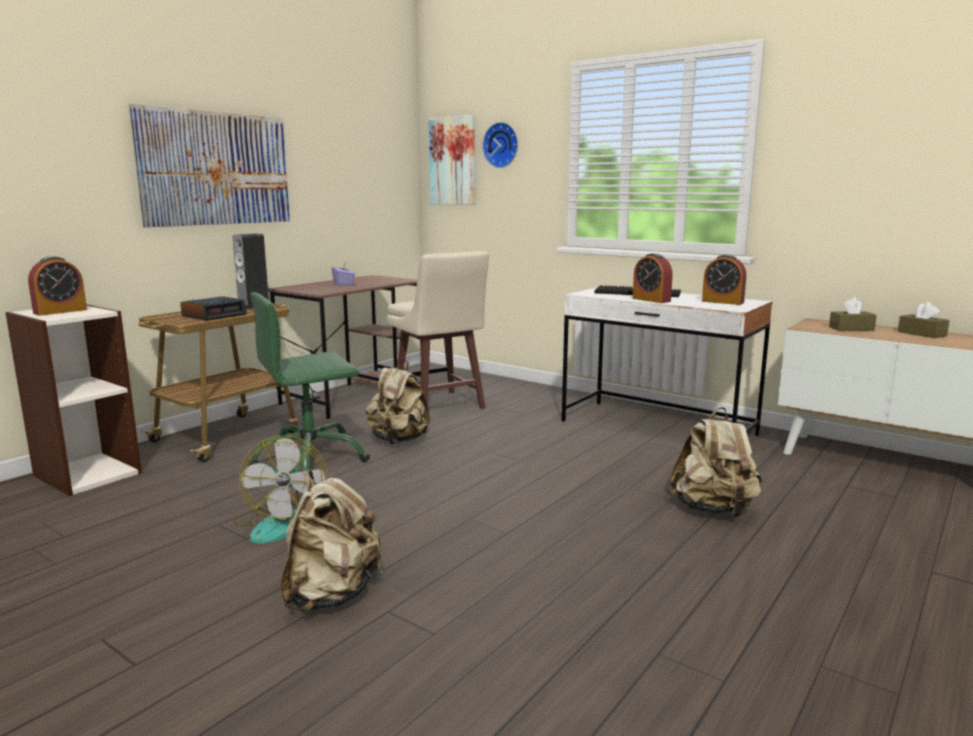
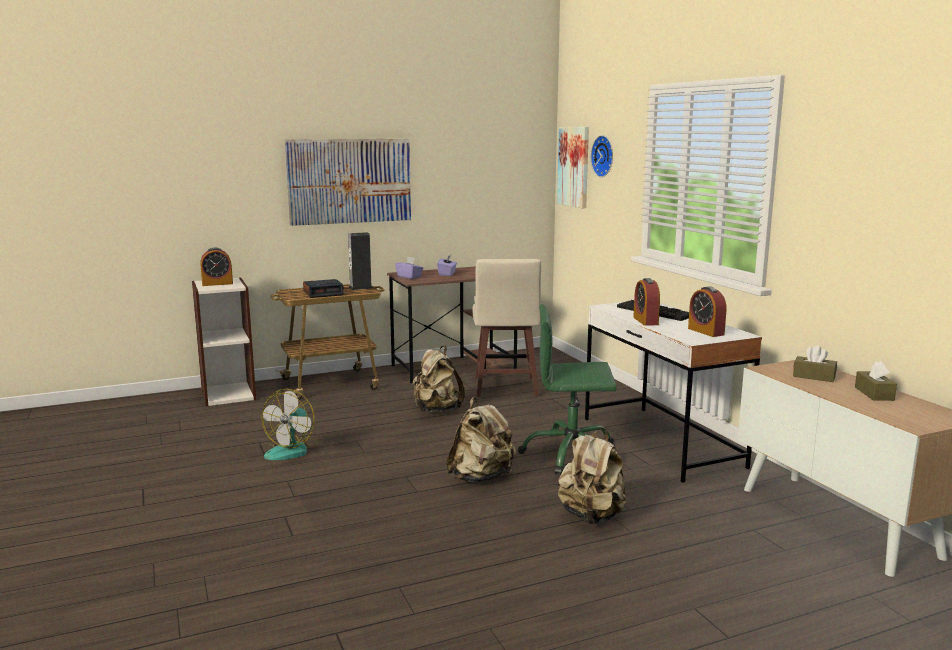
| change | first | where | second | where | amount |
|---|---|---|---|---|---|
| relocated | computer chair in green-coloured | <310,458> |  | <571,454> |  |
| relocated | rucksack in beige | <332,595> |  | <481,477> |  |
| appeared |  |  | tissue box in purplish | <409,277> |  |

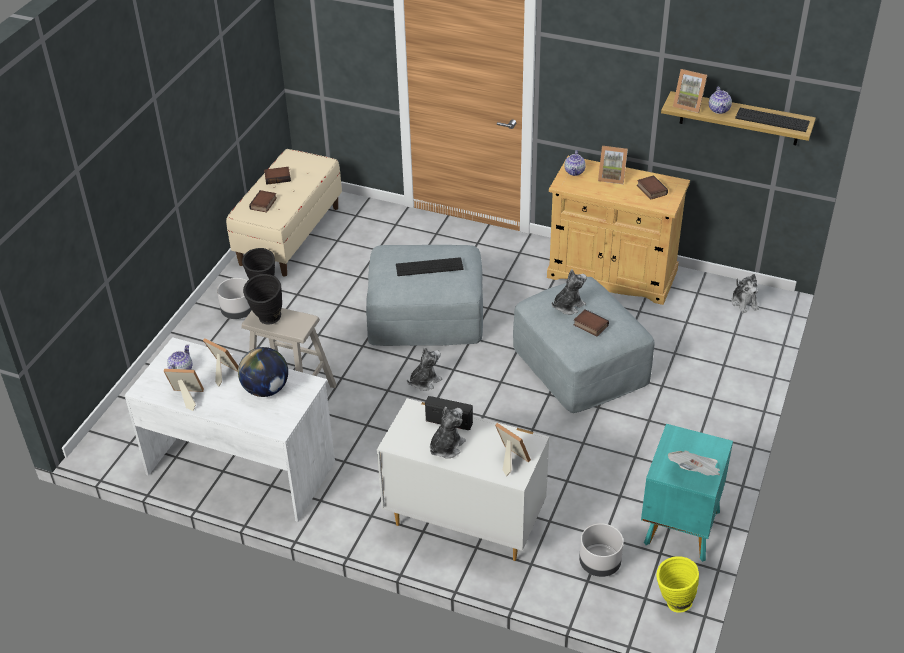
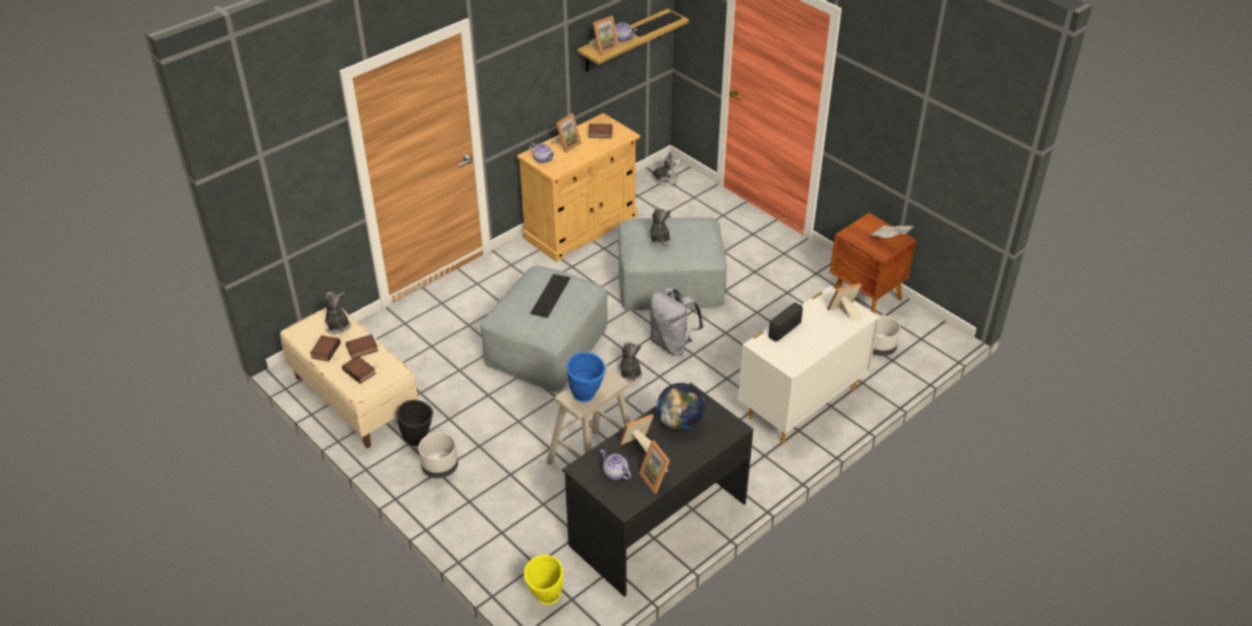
| change | first | where | second | where | amount |
|---|---|---|---|---|---|
| colour | desk table in white | <241,467> | desk table in black-coloured | <657,523> |  |
| spun | photo frame | <186,398> |  | <657,479> | 60 degrees counterclockwise |
| colour | decorative vase in black-coloured | <267,320> | decorative vase in bluish | <587,397> |  |
| relocated | cuddly toy | <446,447> |  | <337,326> |  |
| relocated | book | <589,325> |  | <362,349> |  |
| colour | nightstand in turquoise-coloured | <680,528> | nightstand in brown | <866,298> |  |
| relocated | decorative vase in yellowish | <672,603> |  | <545,599> |  |
| appeared |  |  | rucksack in gray | <672,344> |  |

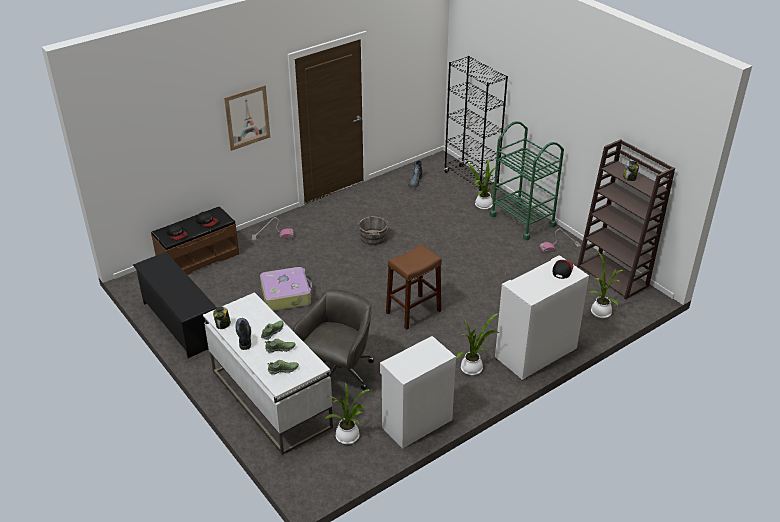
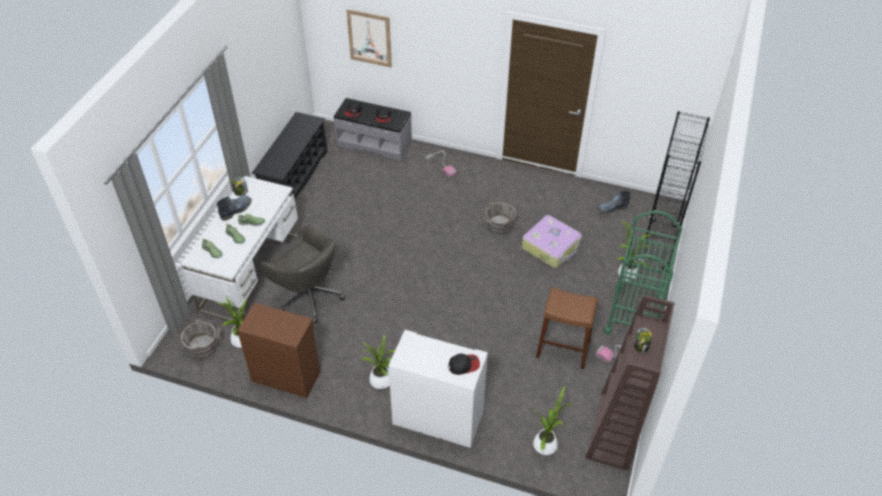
| change | first | where | second | where | amount |
|---|---|---|---|---|---|
| colour | bench in brown | <198,259> | bench in gray | <374,143> |  |
| relocated | picture | <247,117> |  | <369,38> |  |
| relocated | travel case | <286,295> |  | <551,246> |  |
| spun | computer chair in gray | <338,373> |  | <308,296> | 45 degrees clockwise |
| colour | storage cabinet in white | <416,423> | storage cabinet in brown | <286,375> |  |
| relocated | sitting stool in brown | <413,312> |  | <563,349> |  |
| appeared |  |  | bucket in gray | <204,346> |  |

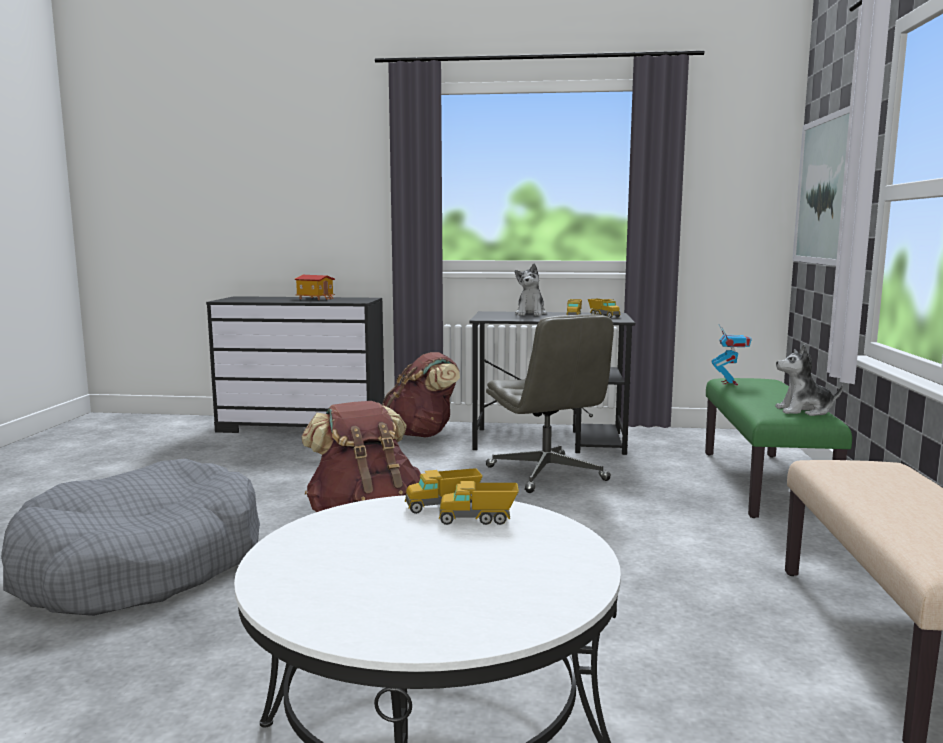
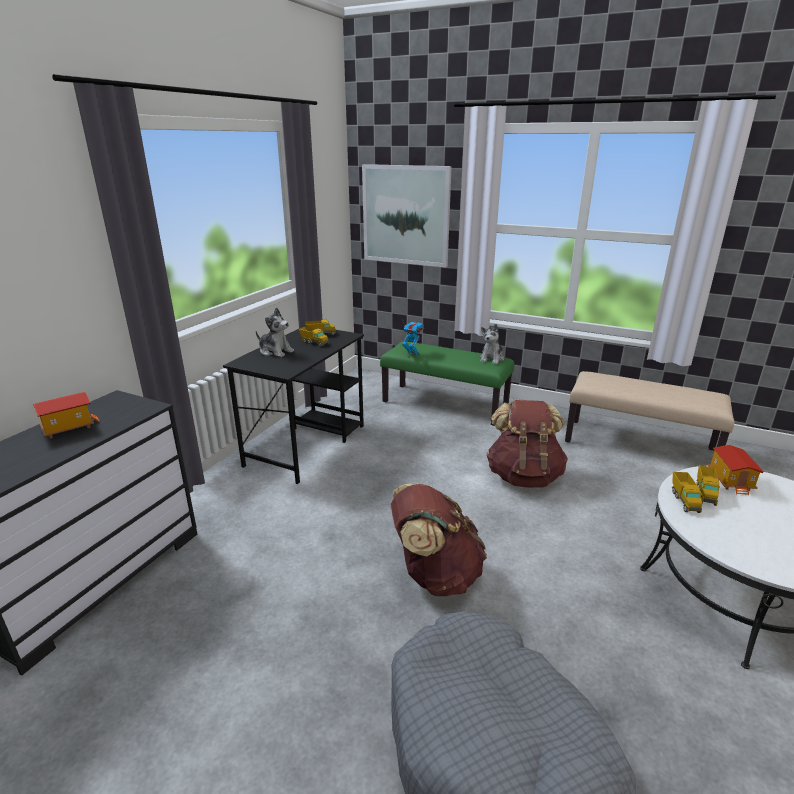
| change | first | where | second | where | amount |
|---|---|---|---|---|---|
| relocated | rucksack in brown | <422,434> |  | <523,476> |  |
| missing | computer chair in gray | <547,474> |  |  |  |
| appeared |  |  | miniature house | <731,481> |  |

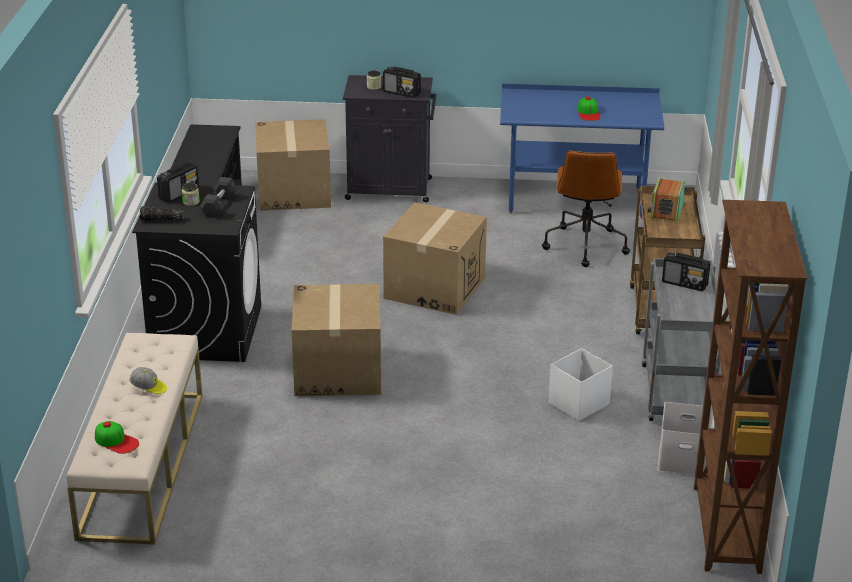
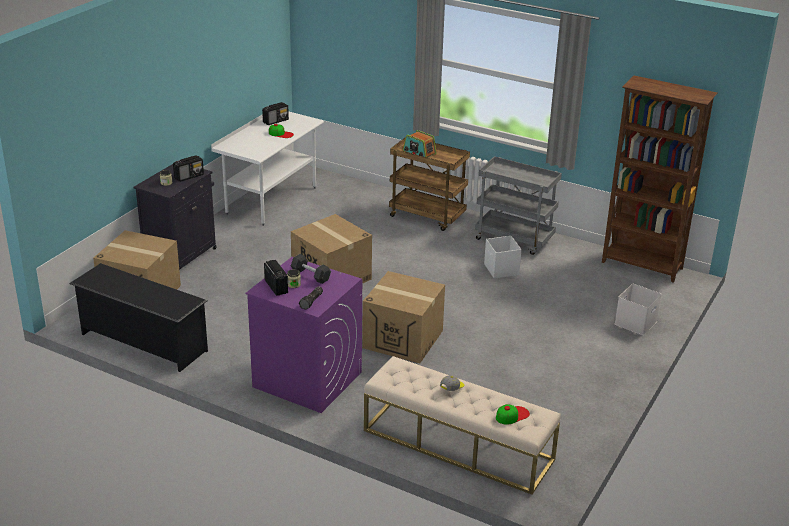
| change | first | where | second | where | amount |
|---|---|---|---|---|---|
| colour | laundry machine in black-coloured | <206,331> | laundry machine in purplish | <306,379> |  |
| colour | desk table in bluish | <575,201> | desk table in white | <271,200> |  |
| missing | computer chair in brown | <585,245> |  |  |  |
| relocated | storage bin in white | <682,459> |  | <636,323> |  |
| relocated | radio receiver | <685,283> |  | <276,121> |  |

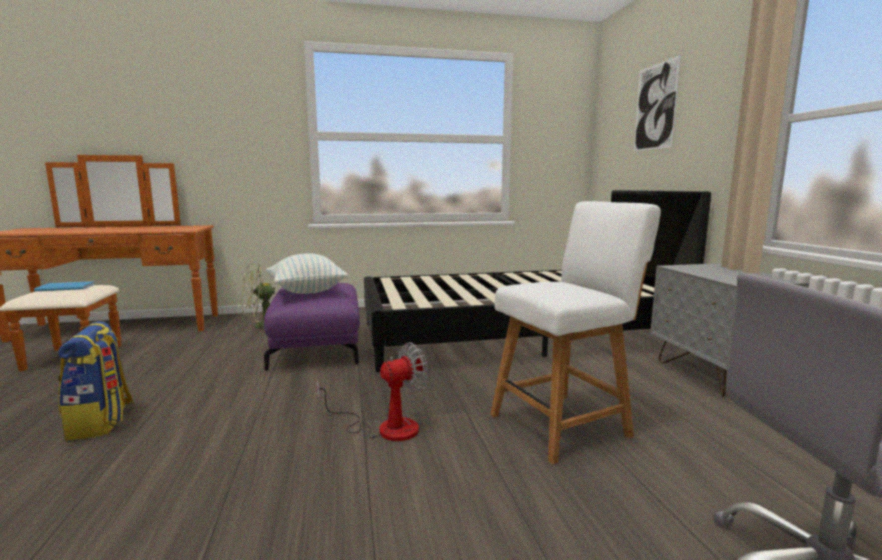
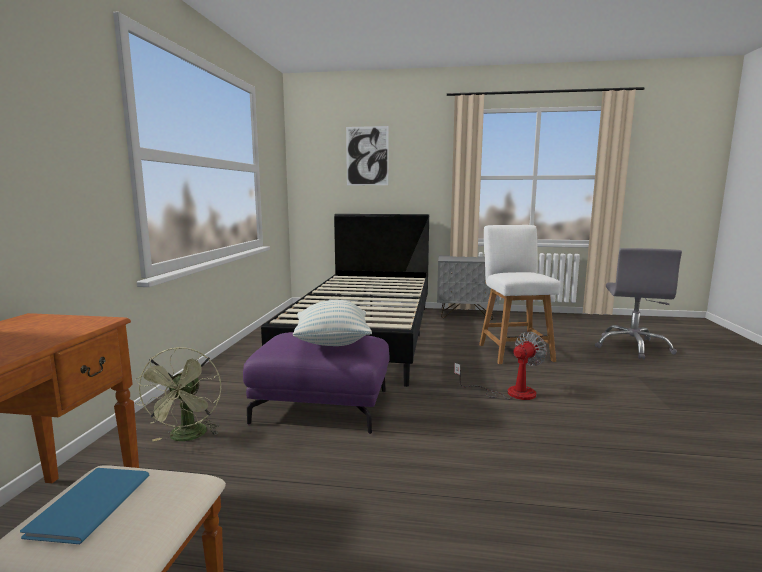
| change | first | where | second | where | amount |
|---|---|---|---|---|---|
| missing | rucksack | <101,422> |  |  |  |
| spun | electric fan | <385,427> |  | <510,393> | 60 degrees clockwise |

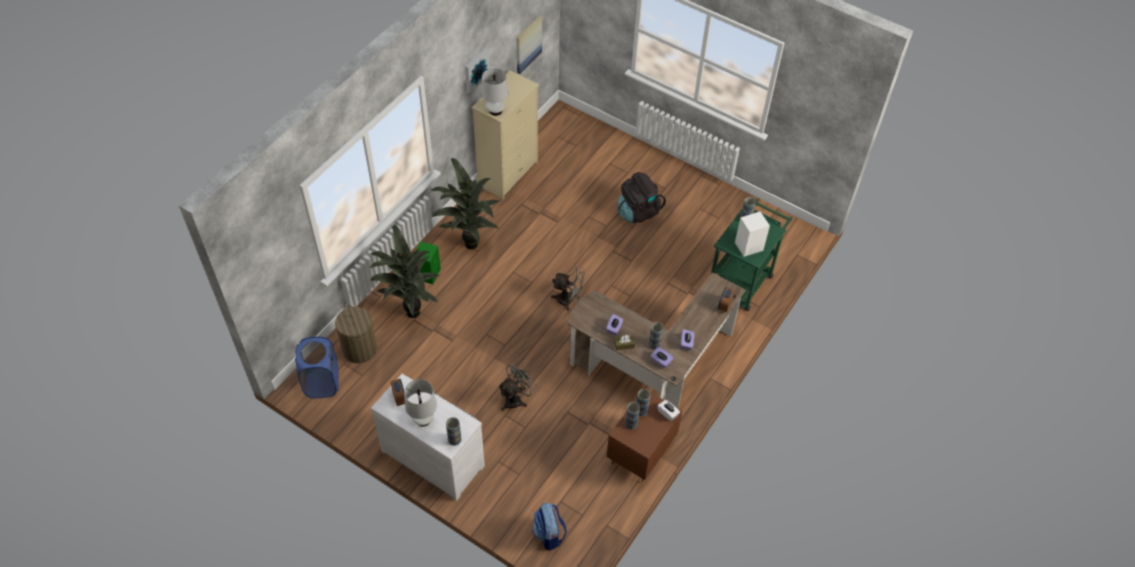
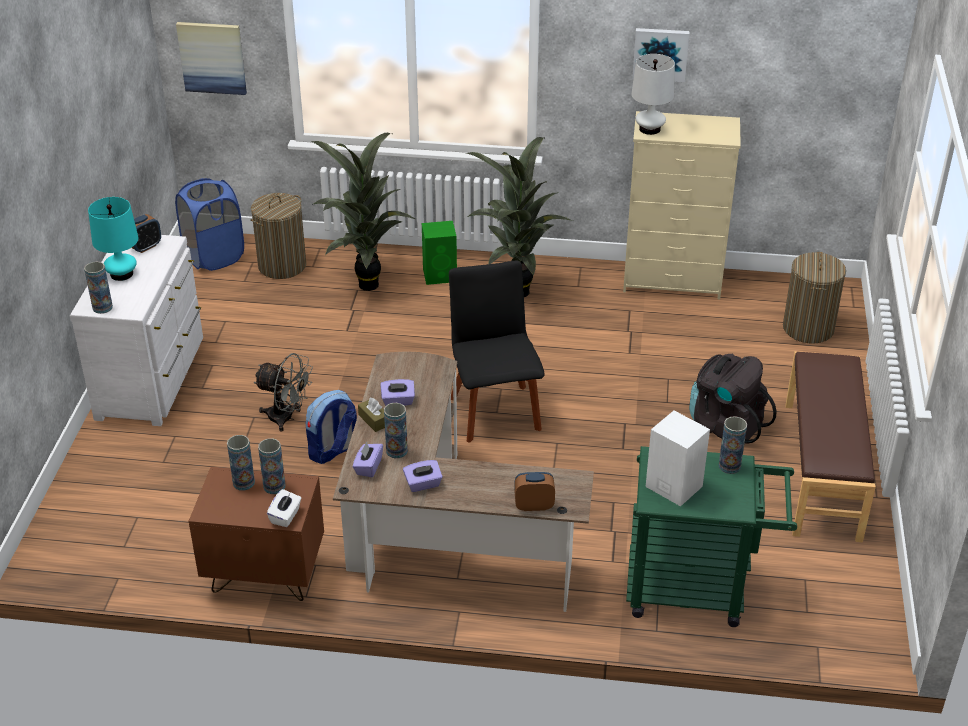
| change | first | where | second | where | amount |
|---|---|---|---|---|---|
| colour | table lamp in white | <423,419> | table lamp in turquoise-coloured | <121,274> |  |
| relocated | picture | <528,44> |  | <212,57> |  |
| relocated | rucksack | <549,534> |  | <333,451> |  |
| exchanged | electric fan in gray | <568,300> | plain chair in black-coloured | <494,410> |  |
| appeared |  |  | laundry basket | <808,328> |  |
| appeared |  |  | bench in brown | <823,470> |  |

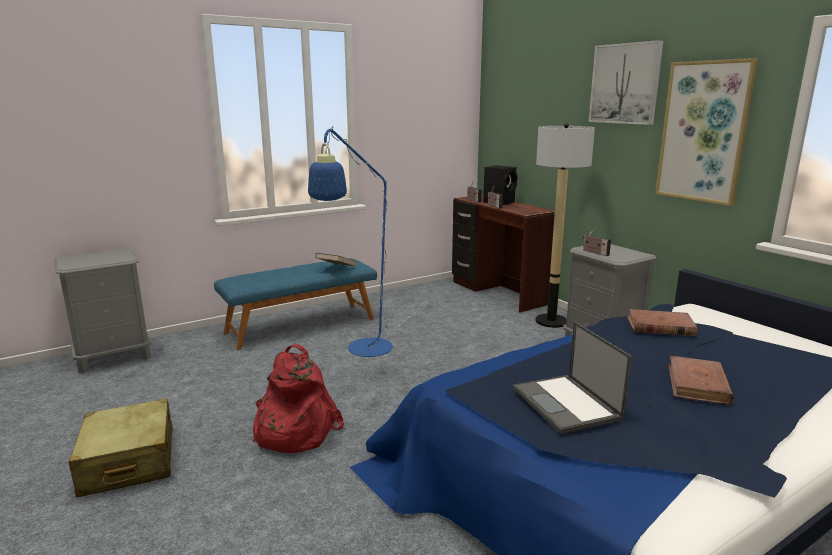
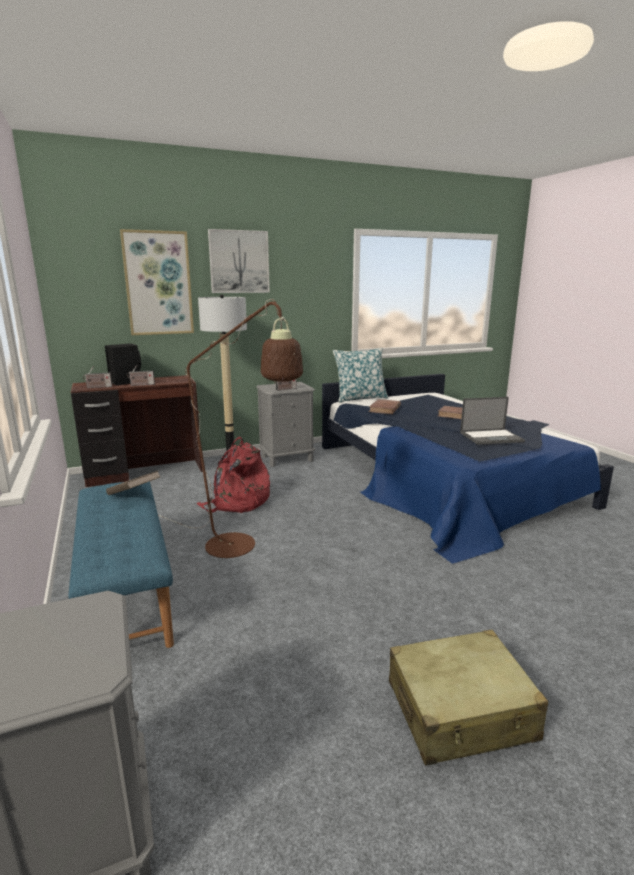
| change | first | where | second | where | amount |
|---|---|---|---|---|---|
| relocated | rucksack in reddish | <293,431> |  | <237,502> |  |
| colour | floor lamp in bluish | <364,352> | floor lamp in brown | <240,548> |  |
| relocated | picture | <703,132> |  | <158,283> |  |
| appeared |  |  | cushion | <360,398> |  |

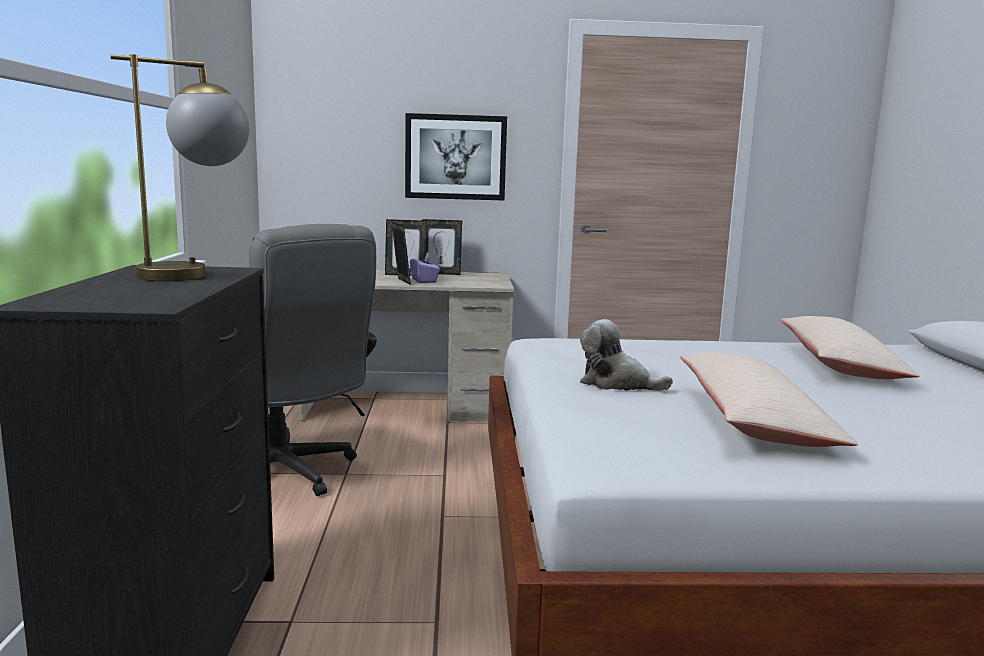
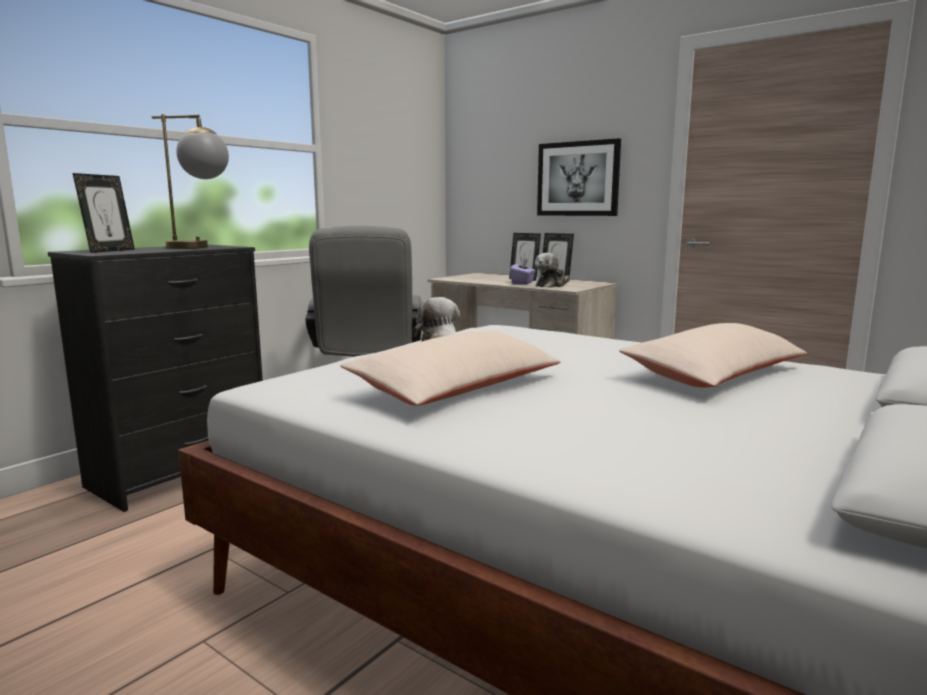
| change | first | where | second | where | amount |
|---|---|---|---|---|---|
| relocated | photo frame | <400,281> |  | <109,251> |  |
| appeared |  |  | cuddly toy | <551,285> |  |

